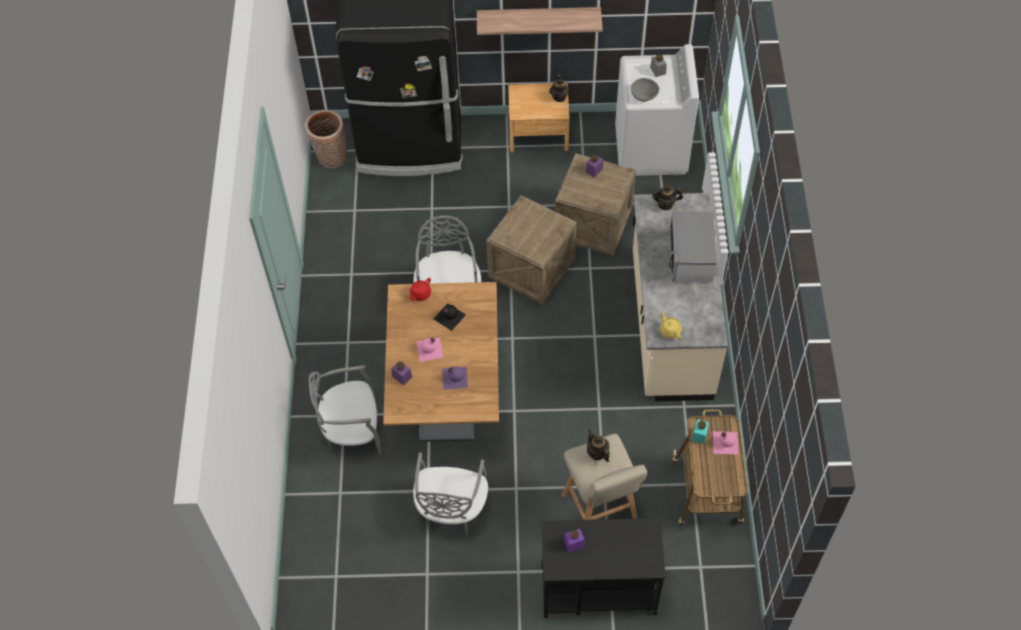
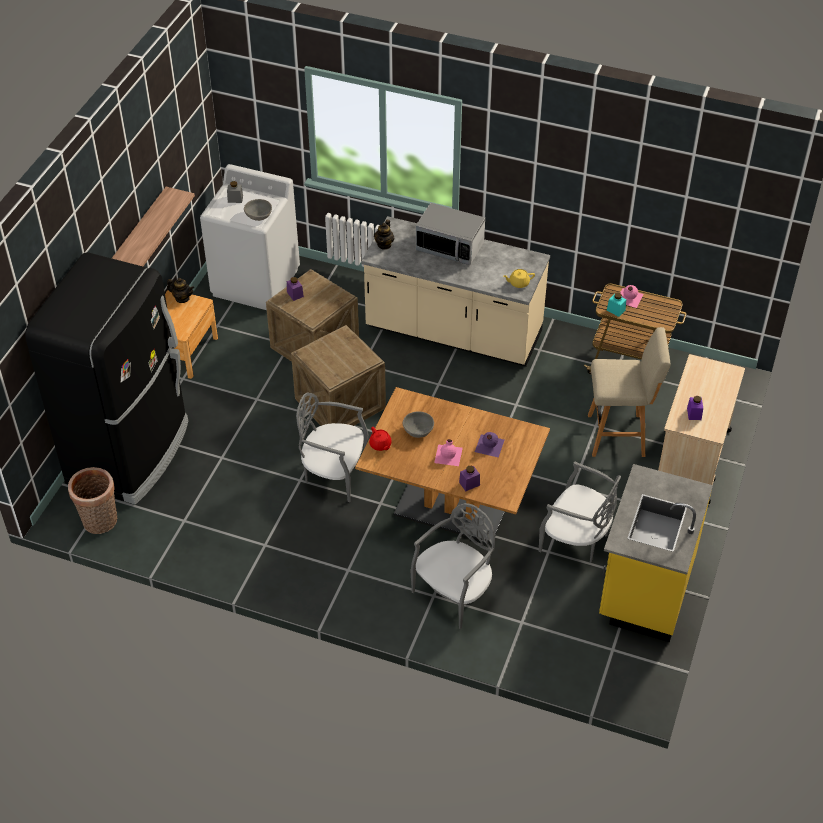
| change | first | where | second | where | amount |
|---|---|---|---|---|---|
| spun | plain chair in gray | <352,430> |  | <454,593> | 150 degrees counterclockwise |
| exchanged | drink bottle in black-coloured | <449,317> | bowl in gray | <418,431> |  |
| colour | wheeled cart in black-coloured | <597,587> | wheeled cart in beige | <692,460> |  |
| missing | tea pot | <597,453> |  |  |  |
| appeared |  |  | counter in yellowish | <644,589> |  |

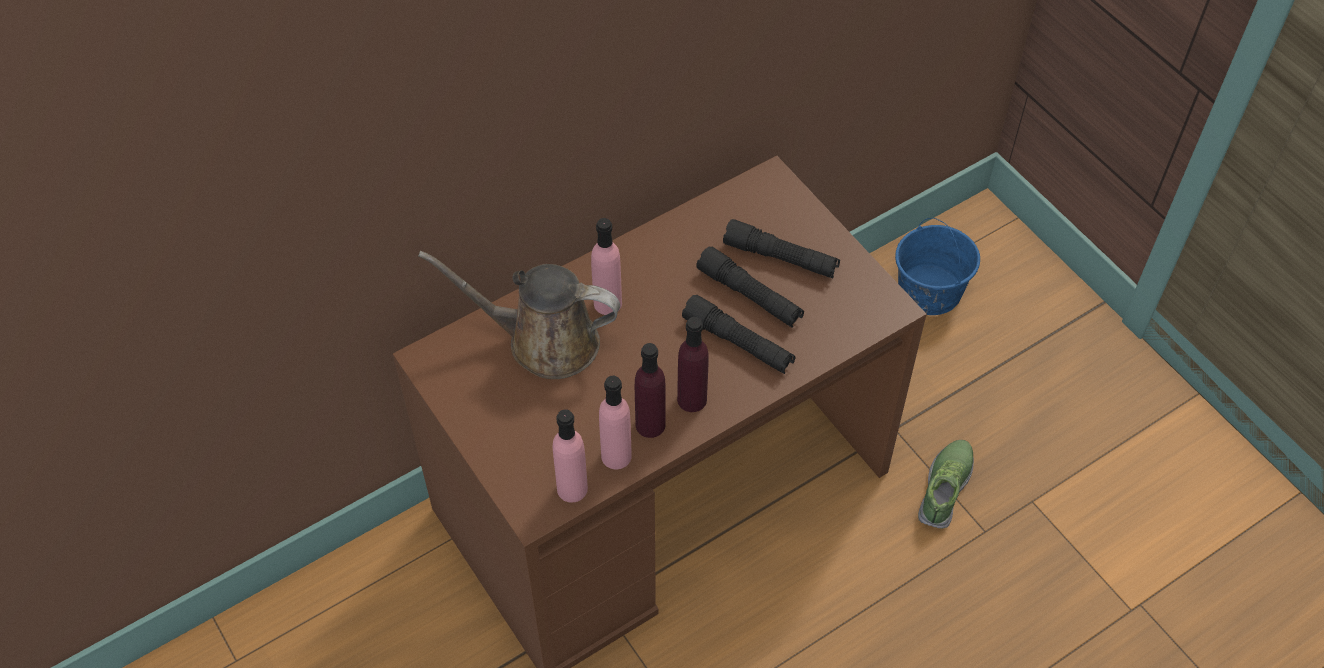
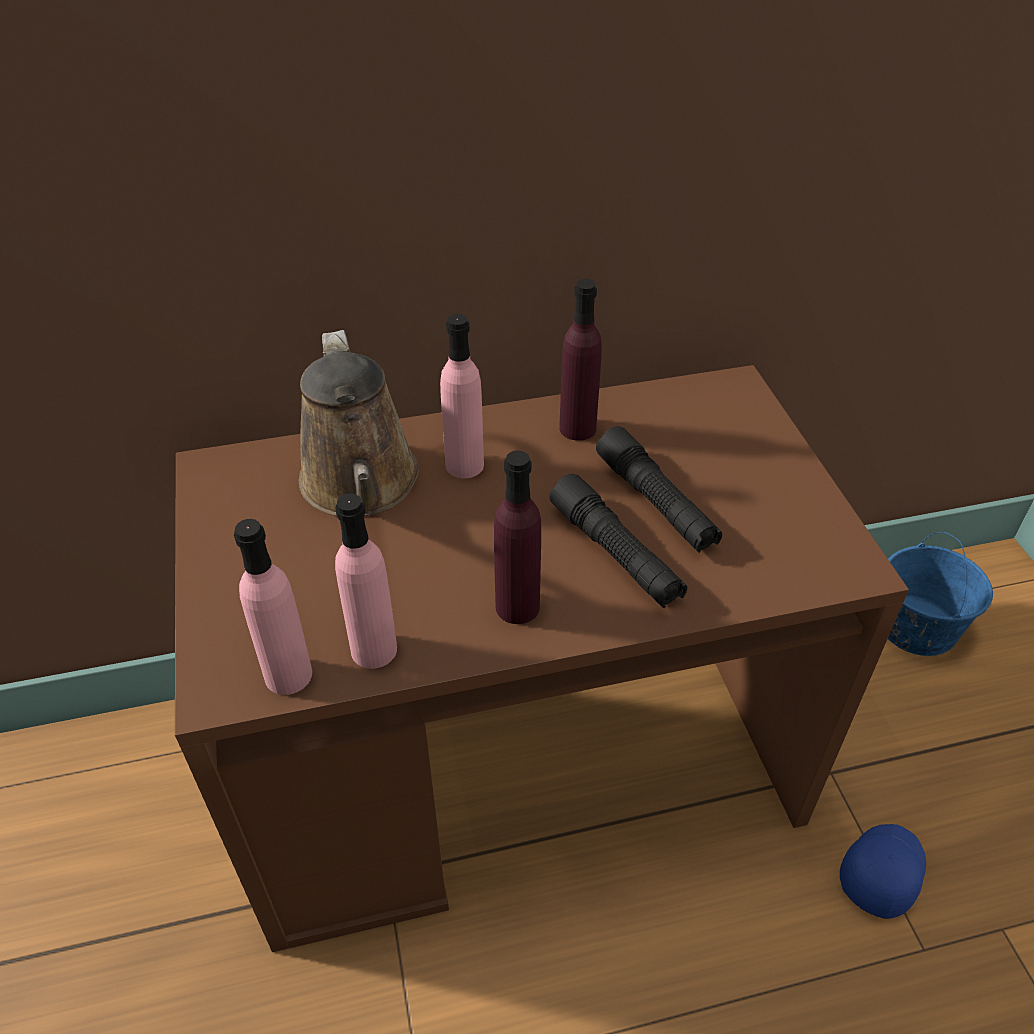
| change | first | where | second | where | amount |
|---|---|---|---|---|---|
| spun | watering can in brown | <544,341> |  | <361,485> | 135 degrees counterclockwise |
| relocated | drink bottle in purplish | <650,425> |  | <577,428> |  |
| missing | flashlight in black-coloured | <780,258> |  |  |  |
| exchanged | low shoe | <945,488> | peaked cap in bluish | <881,871> |  |

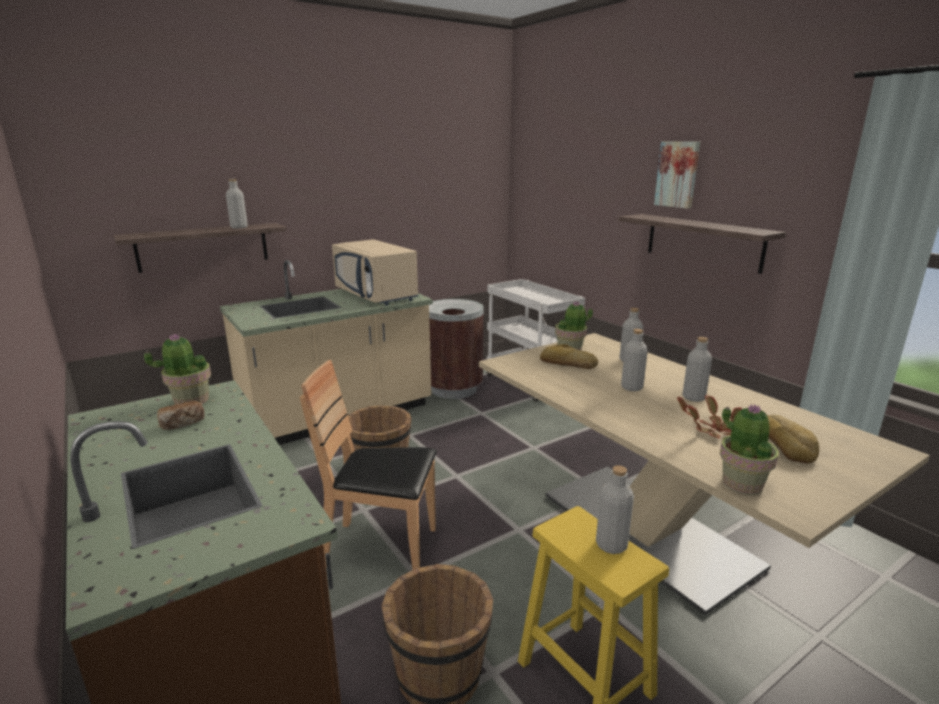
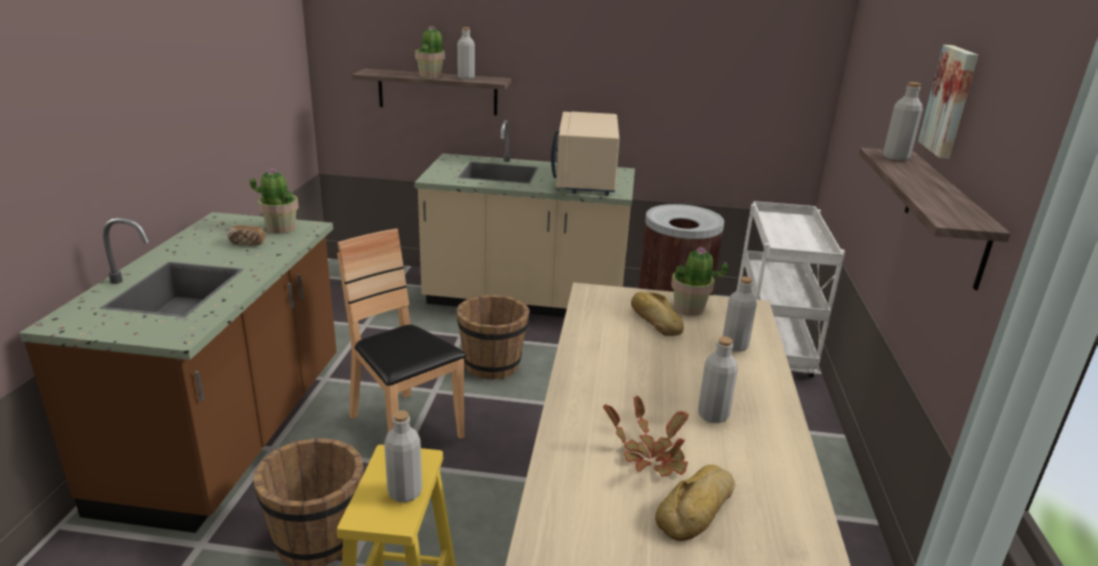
| change | first | where | second | where | amount |
|---|---|---|---|---|---|
| relocated | drink bottle in gray | <631,387> |  | <896,157> |  |
| relocated | potted plant | <742,483> |  | <430,75> |  |

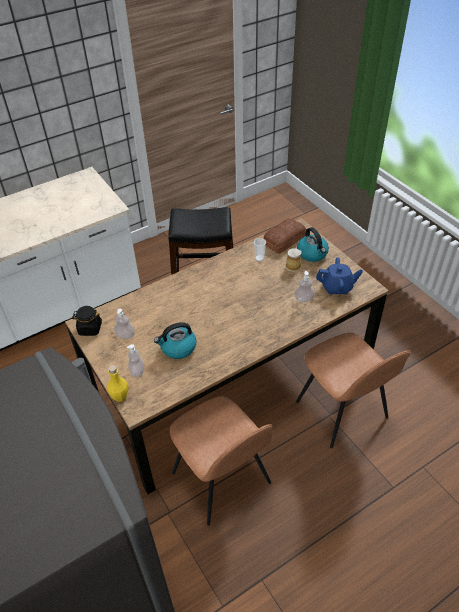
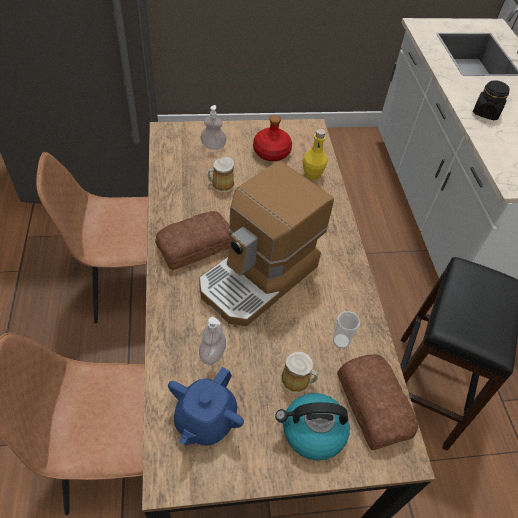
| change | first | where | second | where | amount |
|---|---|---|---|---|---|
| relocated | jar in black-coloured | <89,329> |  | <486,112> |  |
| relocated | drink bottle in yellowish | <120,396> |  | <312,175> |  |
| exchanged | soap bottle | <125,335> | drink bottle in reddish | <271,152> |  |
| exchanged | water kettle | <178,348> | coffee mug | <221,185> |  |
| appeared |  |  | bakery bread | <194,245> |  |
| appeared |  |  | coffee brewer | <259,278> |  |

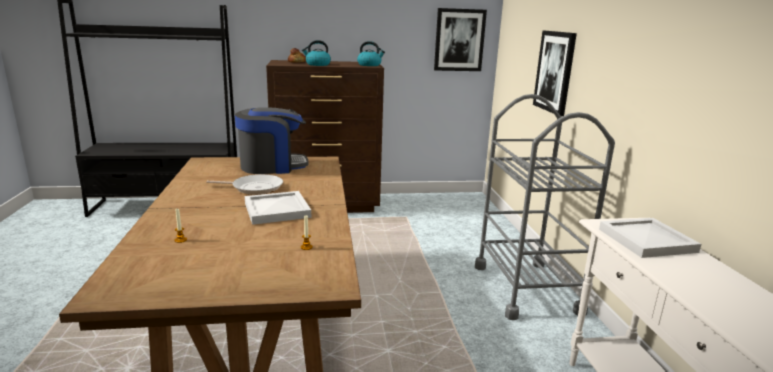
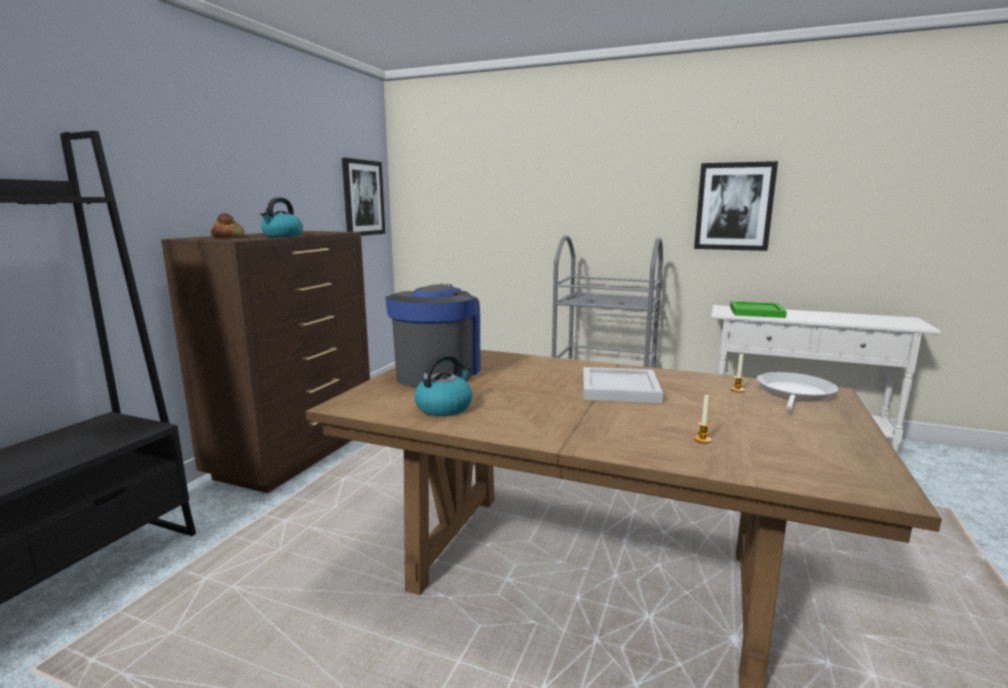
| change | first | where | second | where | amount |
|---|---|---|---|---|---|
| relocated | pan | <254,188> |  | <793,393> |  |
| relocated | water kettle | <369,65> |  | <444,407> |  |
| relocated | picture | <555,72> |  | <734,206> |  |
| colour | tray in white | <645,240> | tray in green-coloured | <755,312> |  |

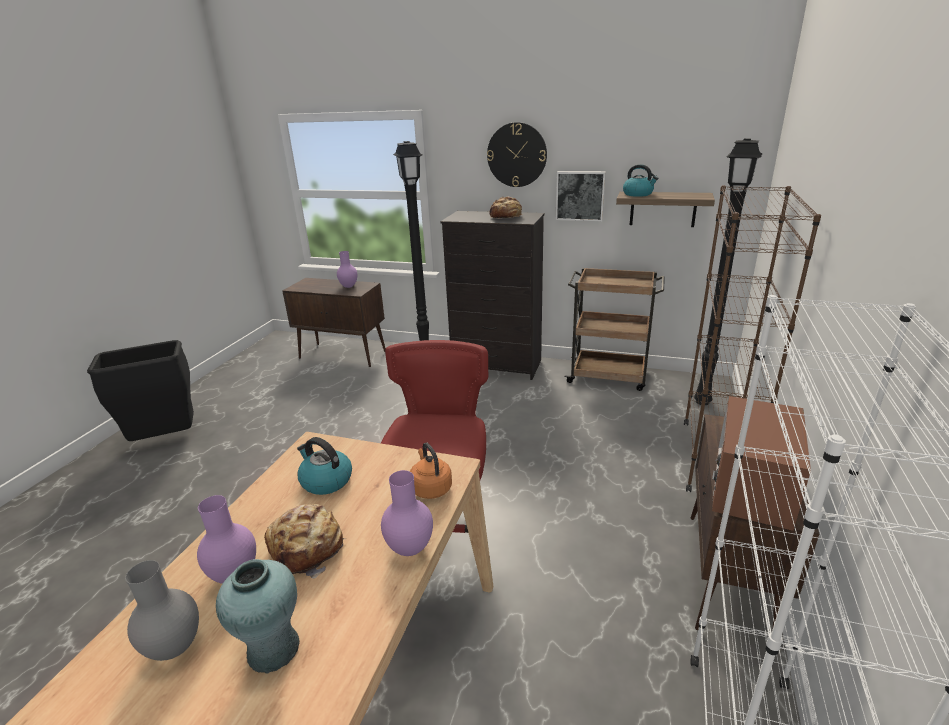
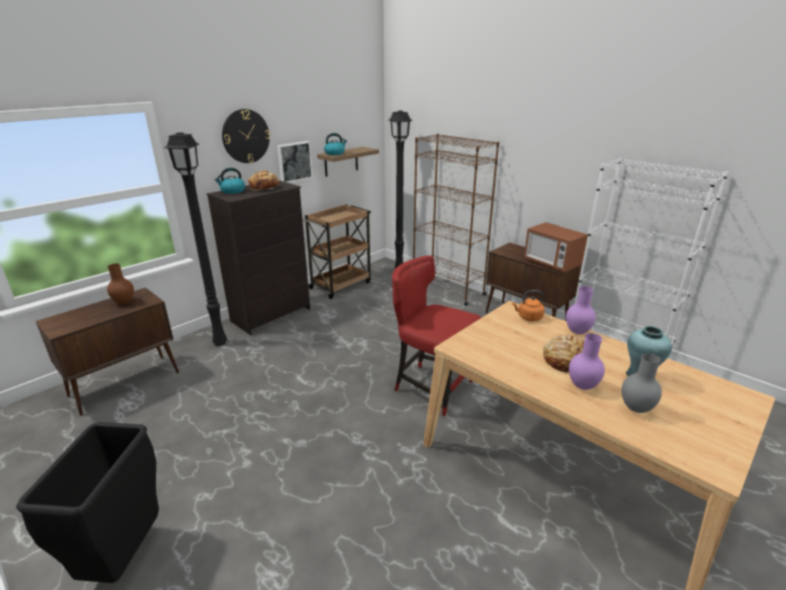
| change | first | where | second | where | amount |
|---|---|---|---|---|---|
| relocated | water kettle | <325,481> |  | <232,191> |  |
| colour | decorative vase in purplish | <349,286> | decorative vase in brown | <124,302> |  |

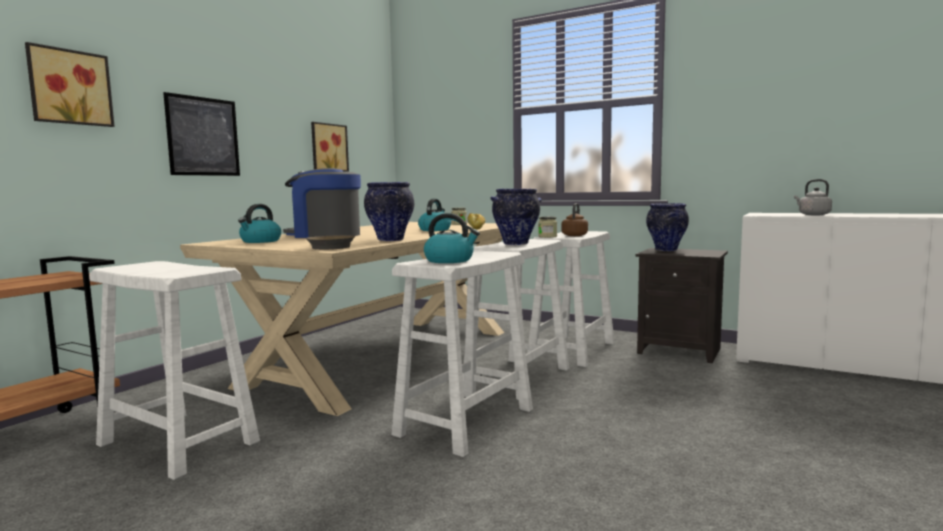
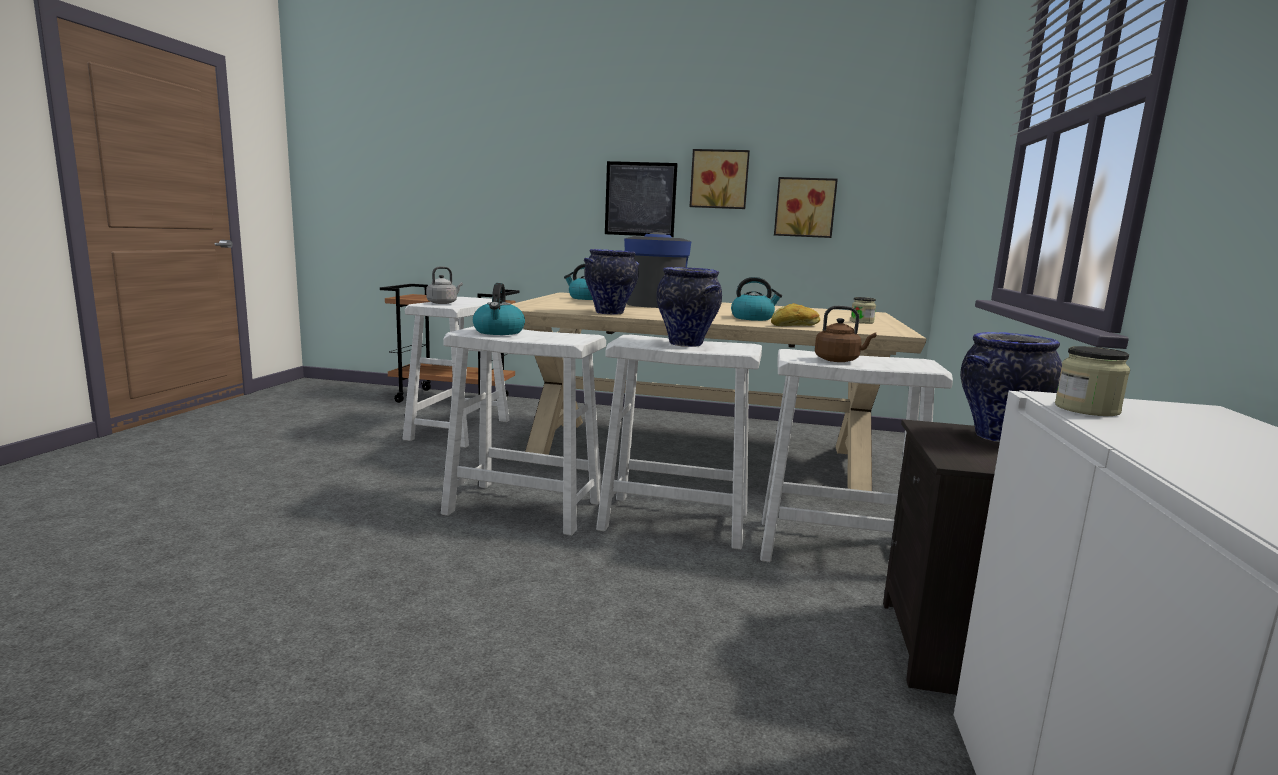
| change | first | where | second | where | amount |
|---|---|---|---|---|---|
| relocated | picture | <69,87> |  | <719,179> |  |
| missing | pan in brown | <329,247> |  |  |  |
| relocated | jar | <547,236> |  | <1087,409> |  |
| relocated | water kettle in gray | <812,215> |  | <443,303> |  |

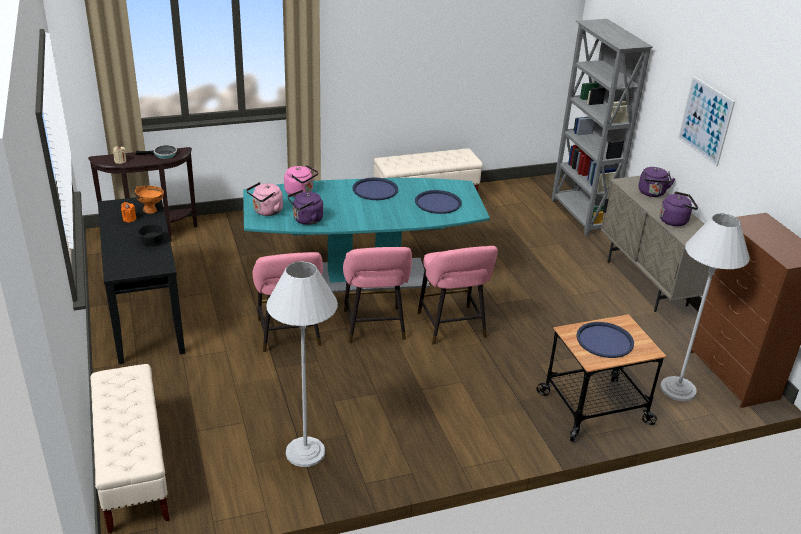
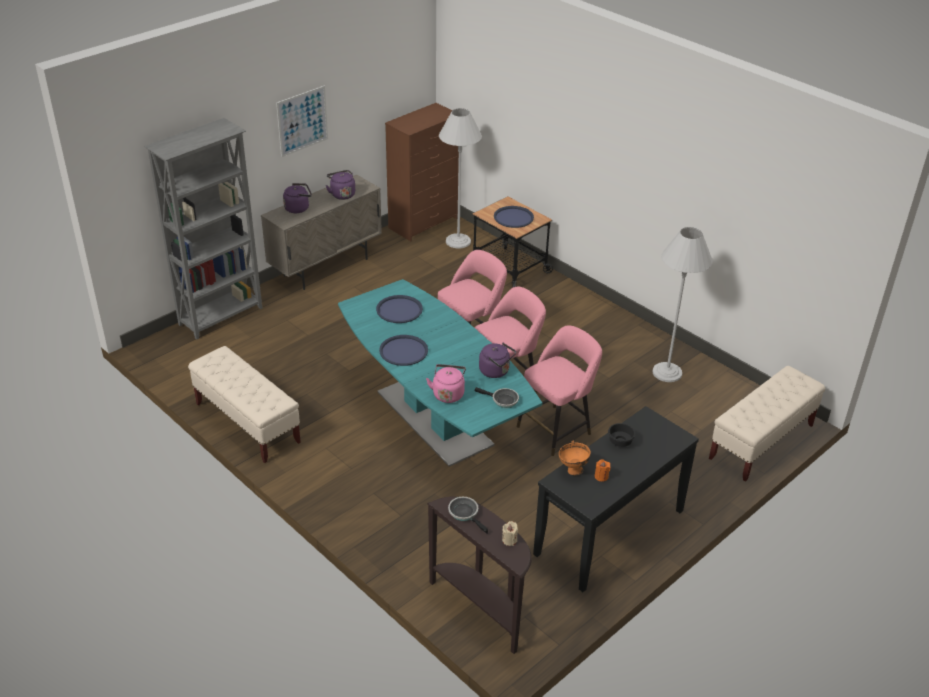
| change | first | where | second | where | amount |
|---|---|---|---|---|---|
| exchanged | water kettle in pink-coloured | <266,211> | pan | <502,400> |  |

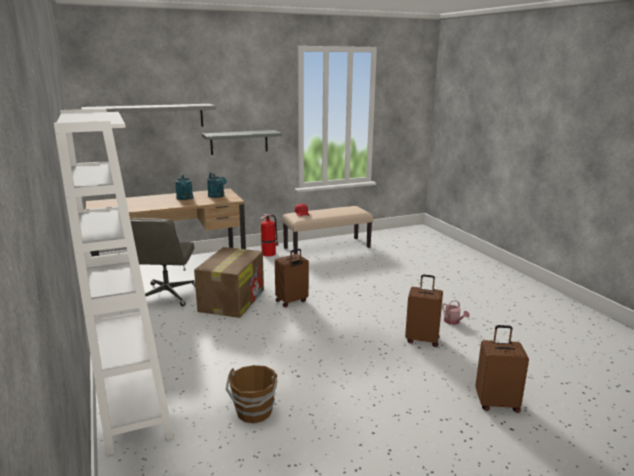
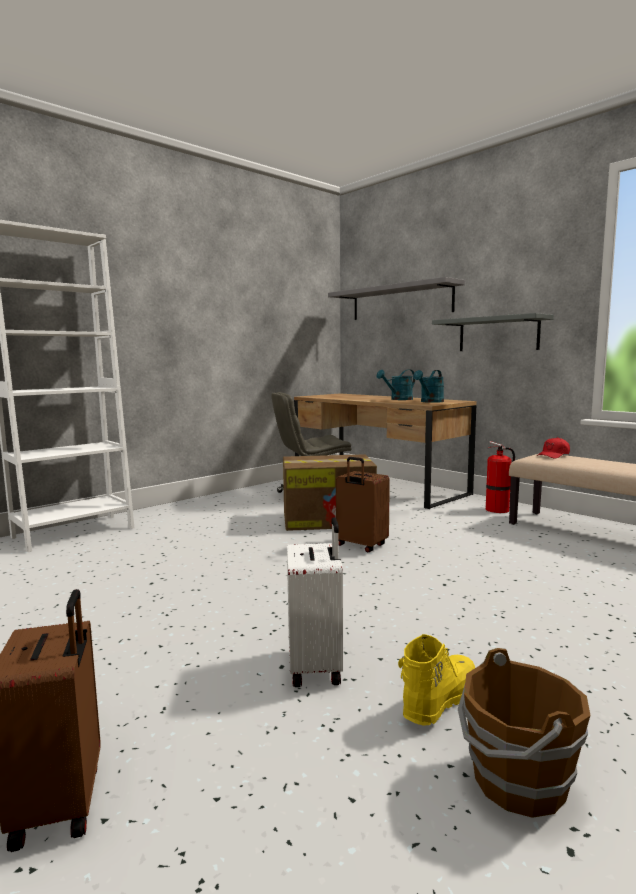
| change | first | where | second | where | amount |
|---|---|---|---|---|---|
| relocated | bucket in brown | <254,412> |  | <516,782> |  |
| colour | travel case in brown | <422,339> | travel case in white | <317,666> |  |
| exchanged | watering can | <453,322> | tall boot in yellowish | <438,701> |  |

